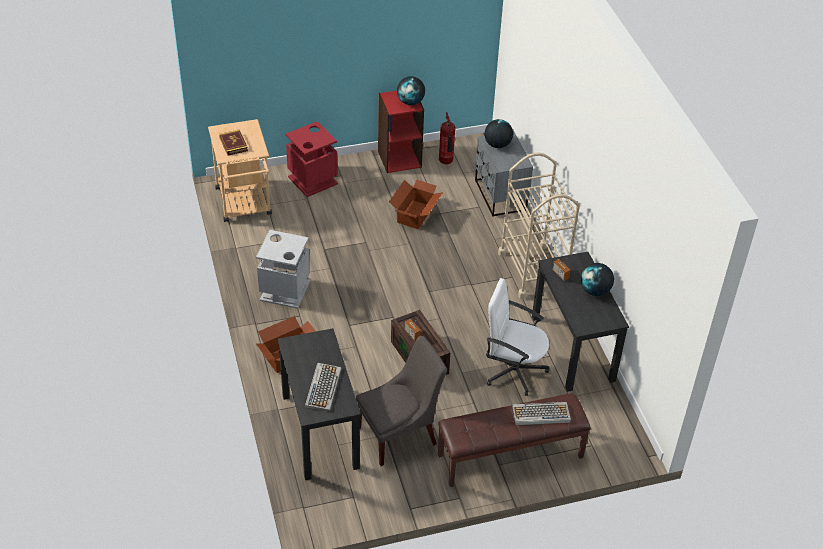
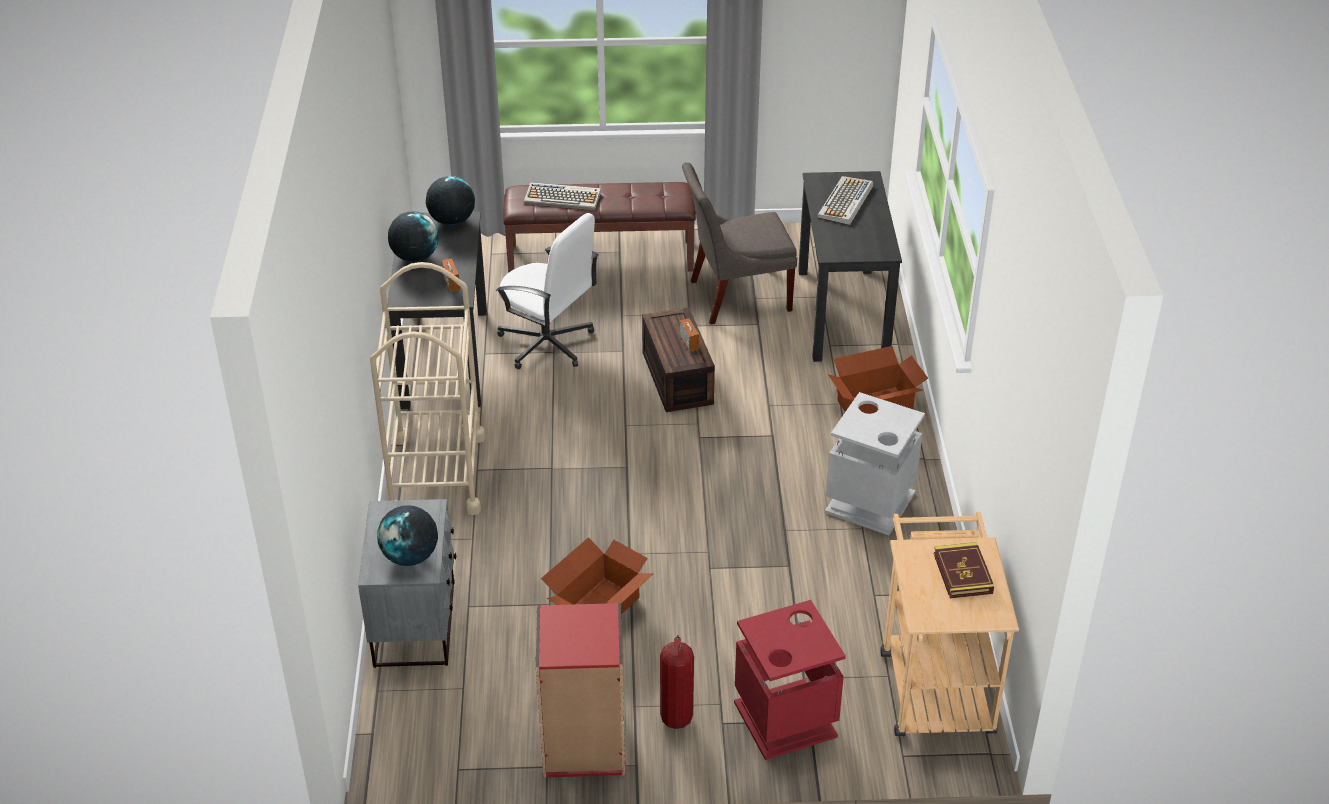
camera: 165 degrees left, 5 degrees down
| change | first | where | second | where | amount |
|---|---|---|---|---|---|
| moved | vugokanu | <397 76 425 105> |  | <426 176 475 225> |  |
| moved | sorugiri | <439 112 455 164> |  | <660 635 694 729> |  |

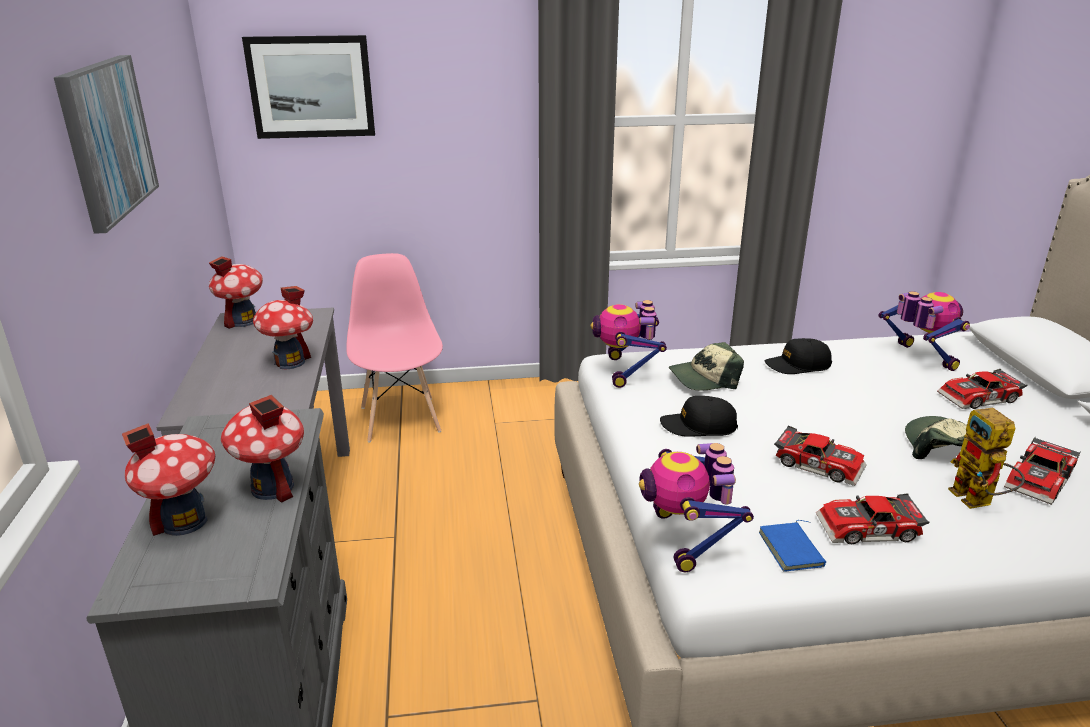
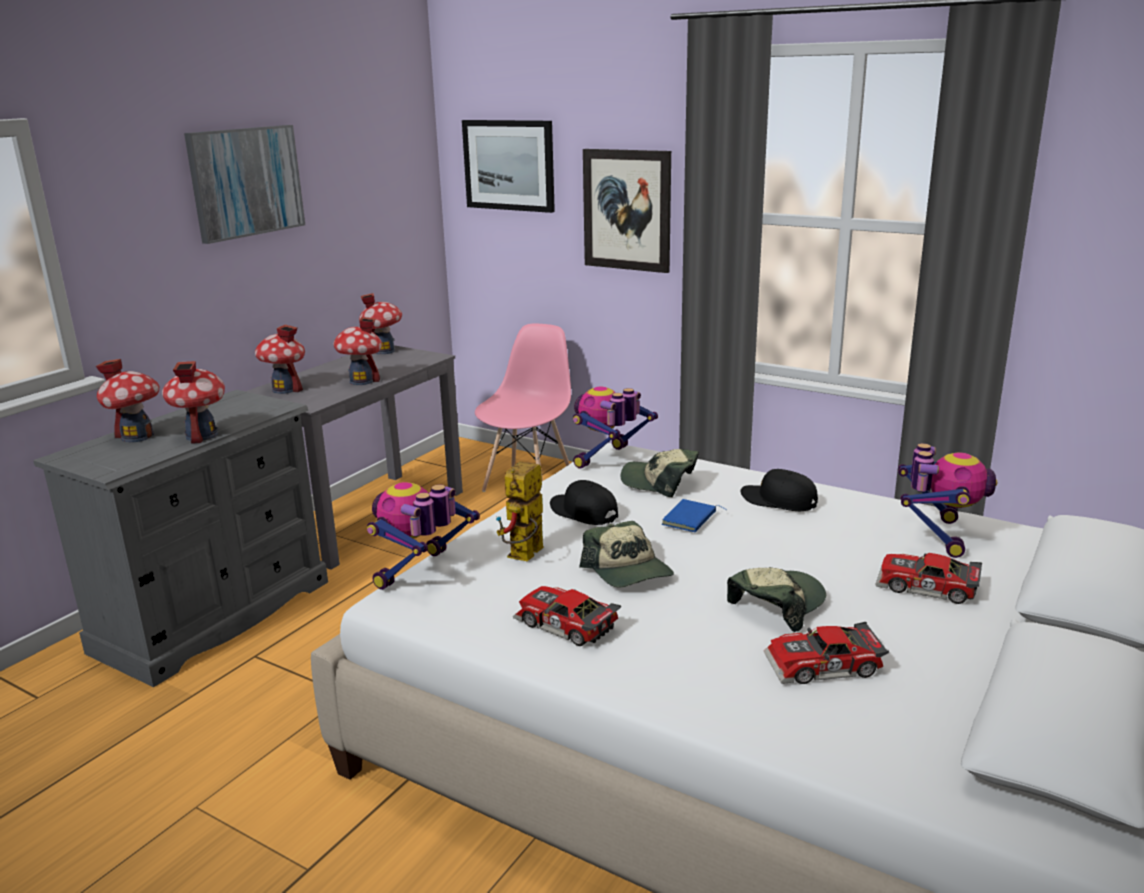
camera: 40 degrees right, 5 degrees down
| change | first | where | second | where | amount |
|---|---|---|---|---|---|
| added |  |  | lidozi | <255 325 305 394> |  |
| moved | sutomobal | <948 408 1025 509> |  | <496 461 544 561> |  |
| replaced | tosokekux | <774 425 867 486> | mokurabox | <579 521 674 587> |  |
| added |  |  | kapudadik | <583 149 671 273> |  |
| moved | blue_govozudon | <759 520 826 572> |  | <662 499 726 532> |  |

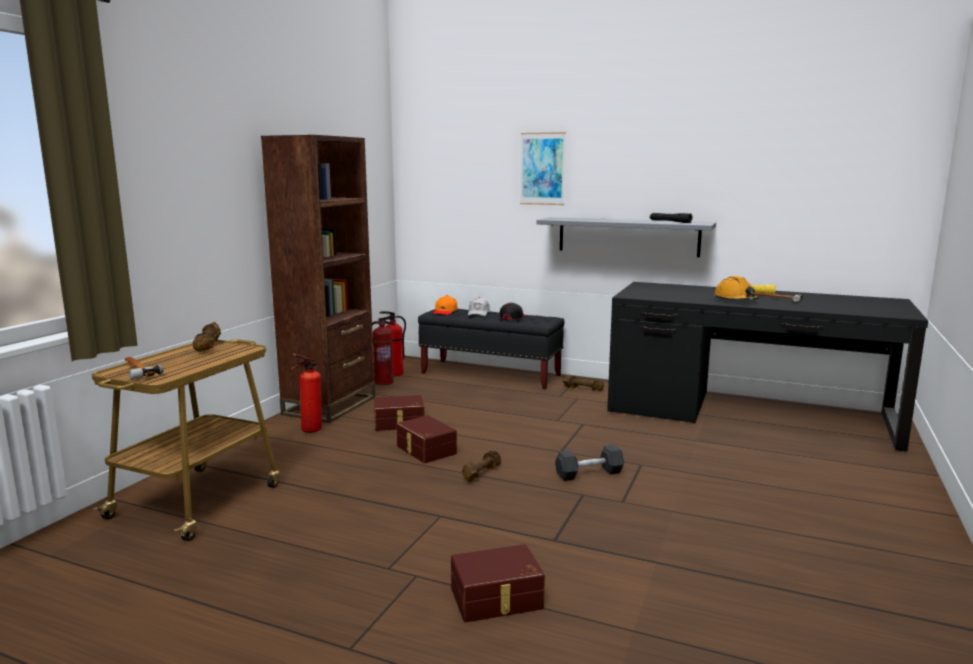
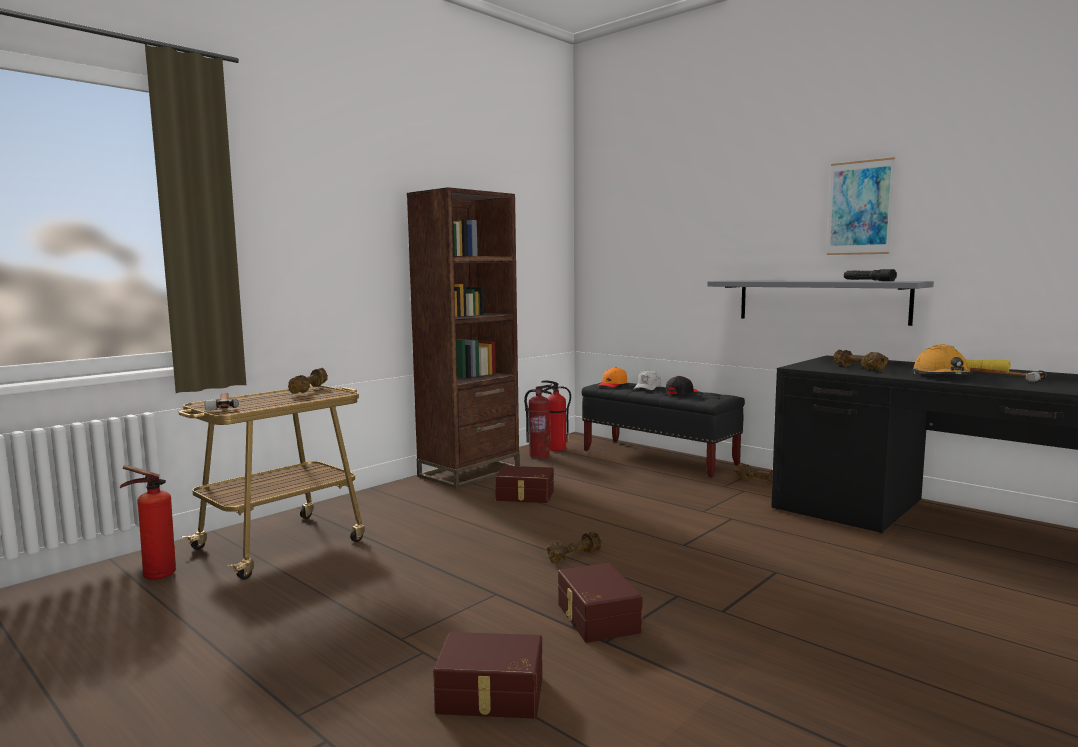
camera: 20 degrees right, 5 degrees down
| change | first | where | second | where | amount |
|---|---|---|---|---|---|
| moved | sorugiri | <290 353 322 433> |  | <120 465 176 580> |  |
| moved | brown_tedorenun | <396 415 457 463> |  | <558 563 643 643> |  |
| moved | kapudadik | <520 132 566 205> |  | <827 157 895 255> |  |
| added |  |  | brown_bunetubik | <833 349 888 371> |  |
| removed | grey_bunetubik | <555 445 624 481> |  |  |  |

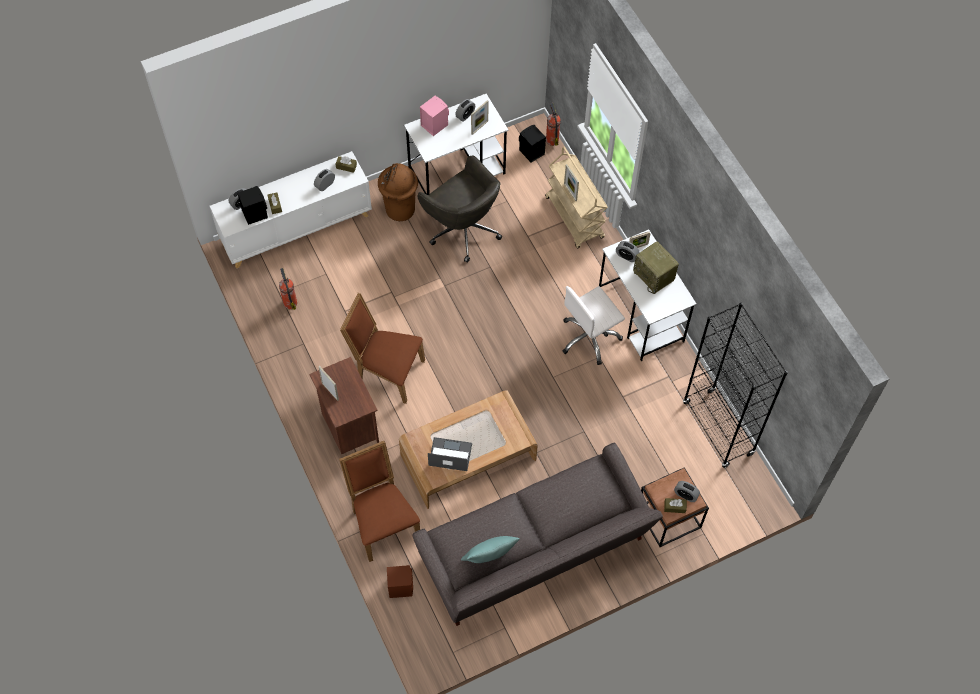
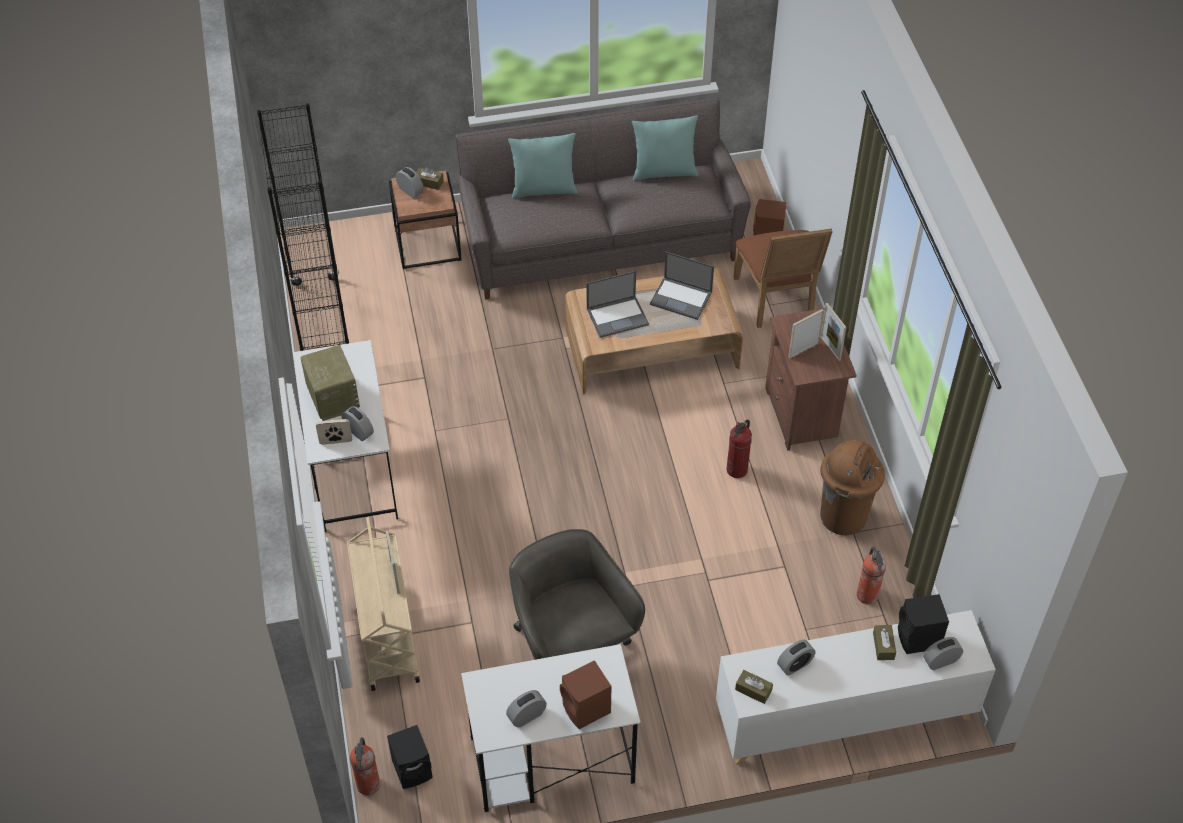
camera: 165 degrees left, 10 degrees down
| change | first | where | second | where | amount |
|---|---|---|---|---|---|
| added |  |  | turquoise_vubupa | <508 133 579 199> |  |
| recoloured | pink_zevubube | <420 96 449 136> | brown_zevubube | <560 660 611 729> |  |
| added |  |  | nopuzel | <587 271 649 338> |  |
| replaced | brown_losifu | <340 293 425 404> | sorugiri | <726 420 752 478> |  |
| moved | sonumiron | <471 100 489 135> |  | <788 309 824 359> |  |
| moved | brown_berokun | <378 163 418 221> |  | <820 440 885 535> |  |
| removed | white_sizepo | <563 286 625 365> |  |  |  |

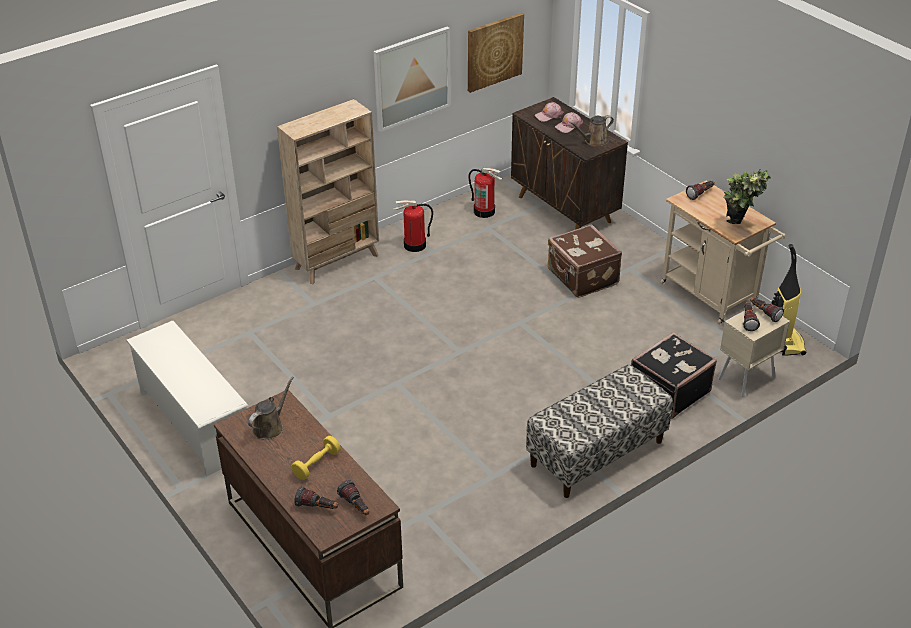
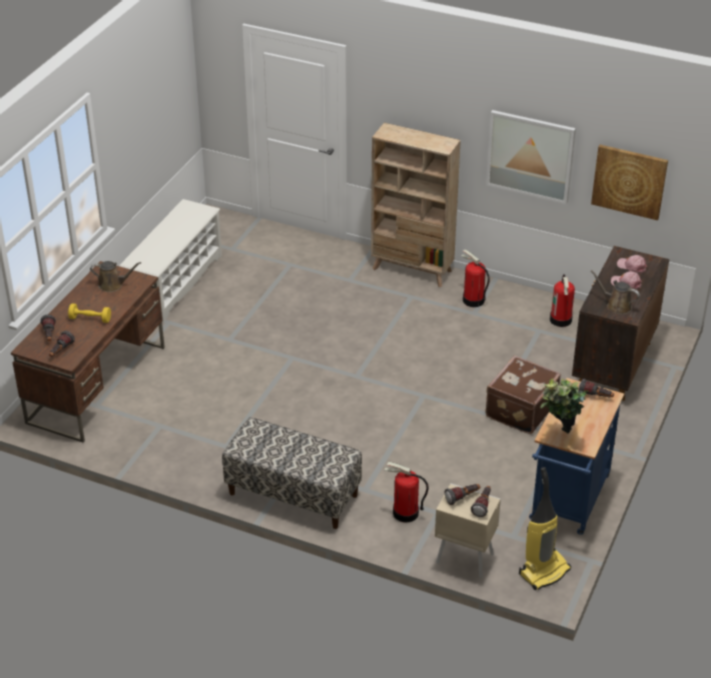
camera: 60 degrees right, 0 degrees up
| change | first | where | second | where | amount |
|---|---|---|---|---|---|
| replaced | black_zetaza | <631 332 717 419> | sorugiri | <384 462 429 522> |  |
| recoloured | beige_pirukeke | <660 181 785 325> | blue_pirukeke | <529 378 624 535> |  |

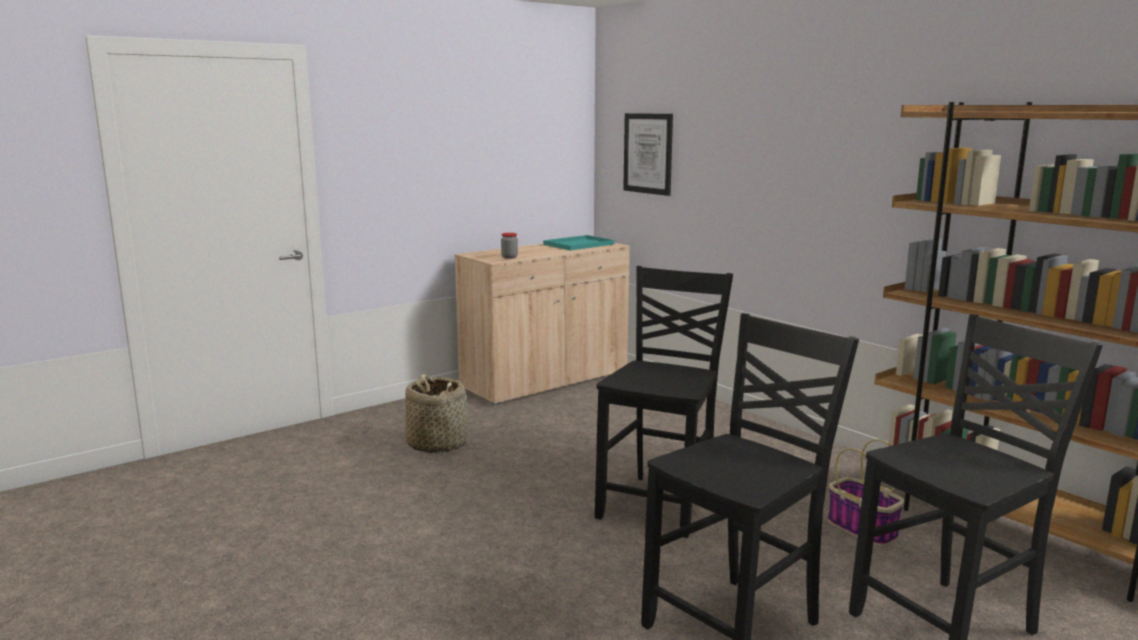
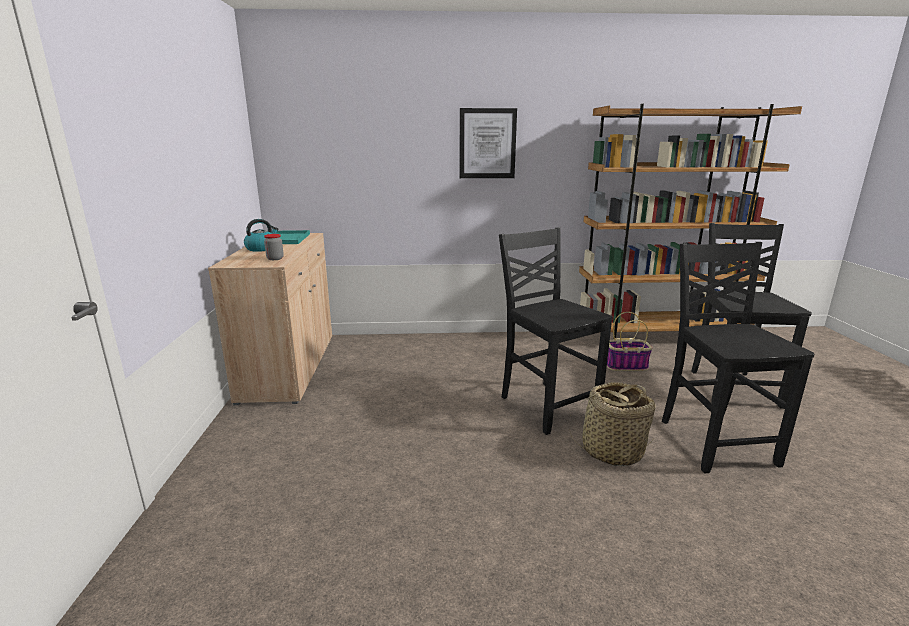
camera: 55 degrees left, 5 degrees up
| change | first | where | second | where | amount |
|---|---|---|---|---|---|
| added |  |  | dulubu | <244 219 278 252> |  |
| moved | kapudadik | <623 113 673 196> |  | <459 108 517 178> |  |
| moved | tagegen | <405 374 468 453> |  | <569 382 656 466> |  |

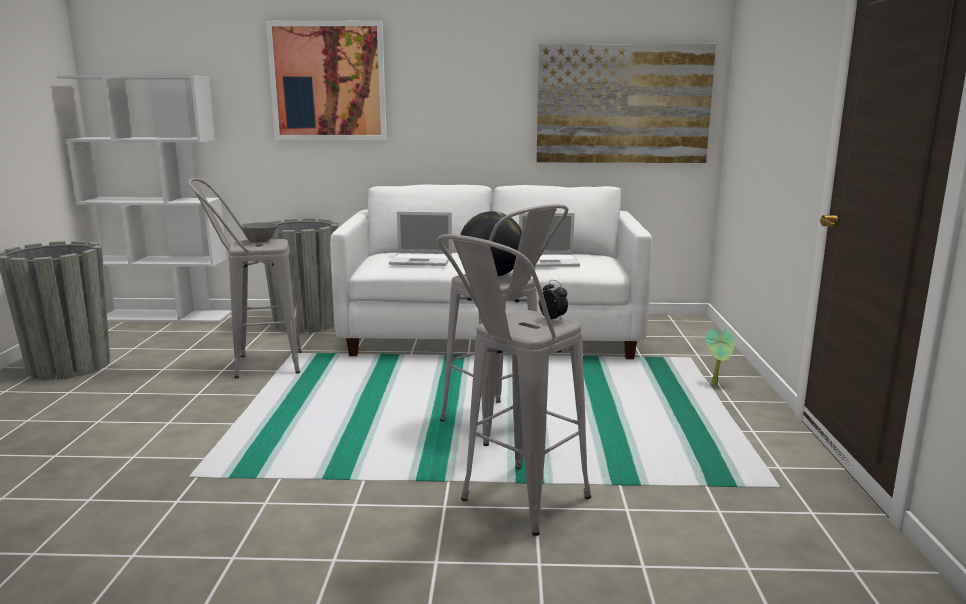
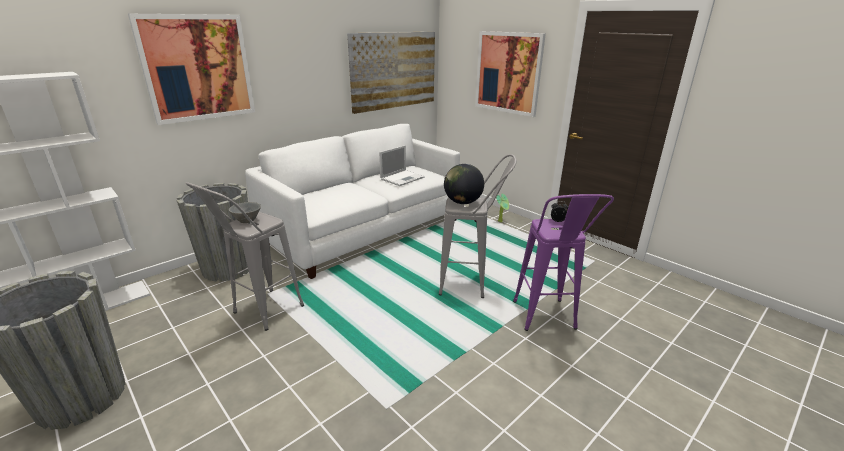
camera: 45 degrees left, 10 degrees up
| change | first | where | second | where | amount |
|---|---|---|---|---|---|
| added |  |  | kapudadik | <475 31 546 117> |  |
| recoloured | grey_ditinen | <437 234 591 536> | purple_ditinen | <513 194 614 331> |  |
| removed | nopuzel | <389 211 452 266> |  |  |  |

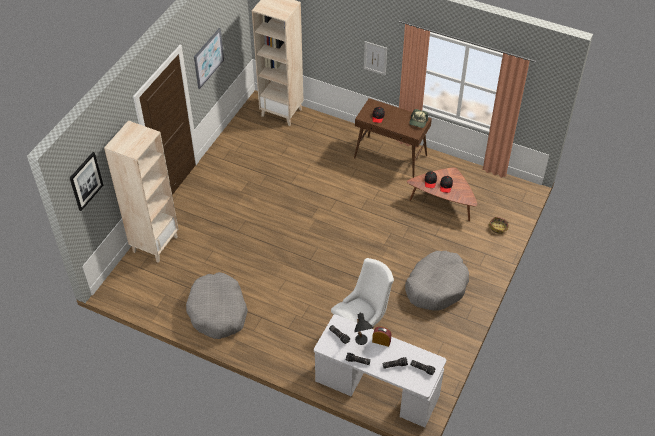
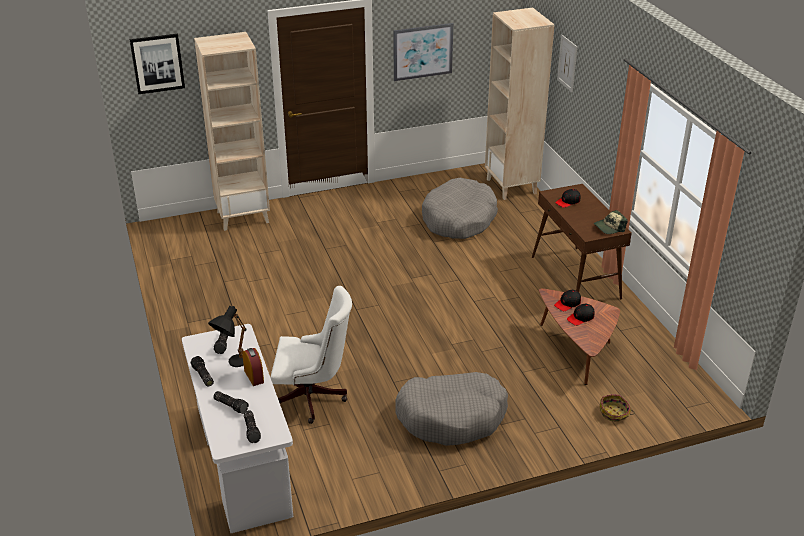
camera: 45 degrees right, 15 degrees down
| change | first | where | second | where | amount |
|---|---|---|---|---|---|
| moved | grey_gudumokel | <186 272 248 339> |  | <422 177 498 239> |  |
| moved | kapudadik | <364 41 387 75> |  | <557 35 577 92> |  |

